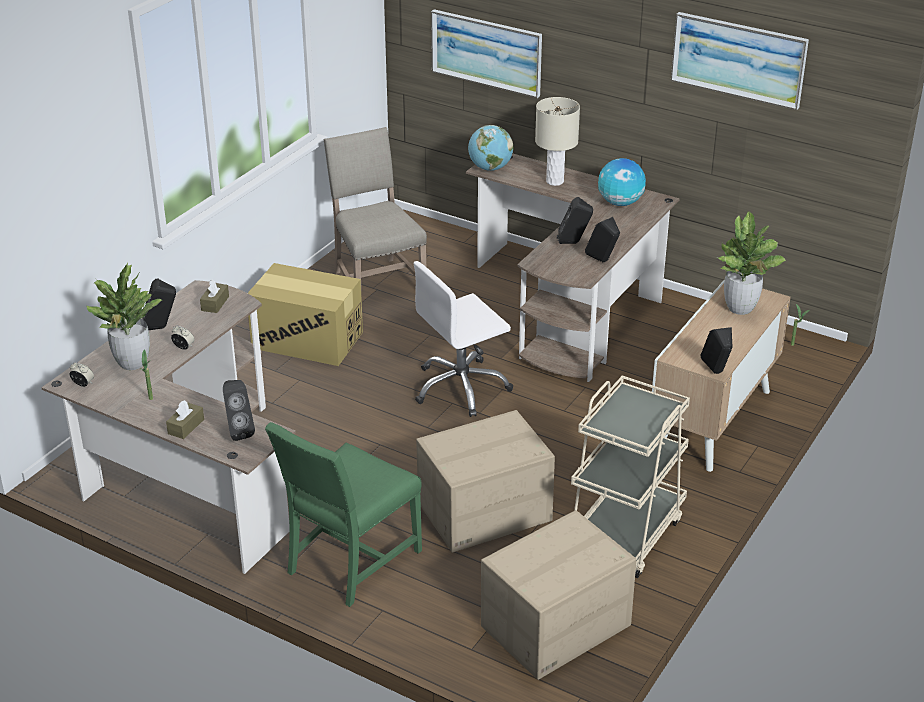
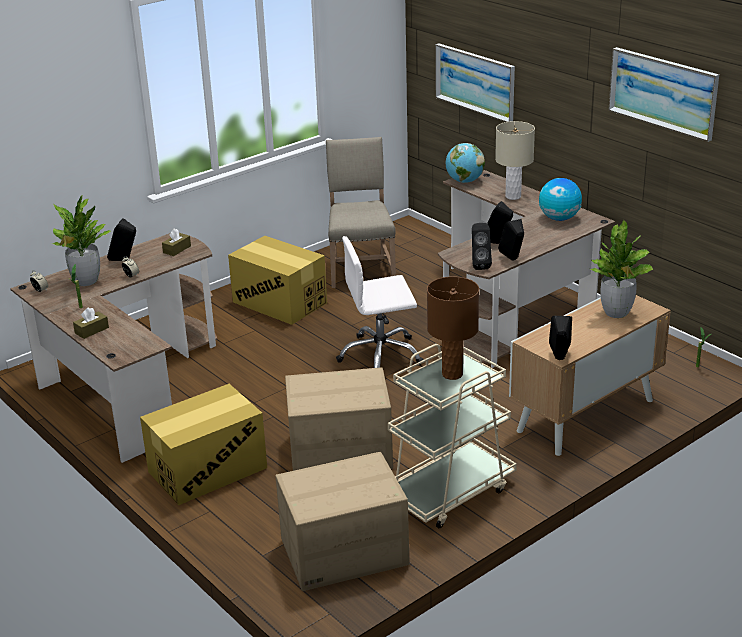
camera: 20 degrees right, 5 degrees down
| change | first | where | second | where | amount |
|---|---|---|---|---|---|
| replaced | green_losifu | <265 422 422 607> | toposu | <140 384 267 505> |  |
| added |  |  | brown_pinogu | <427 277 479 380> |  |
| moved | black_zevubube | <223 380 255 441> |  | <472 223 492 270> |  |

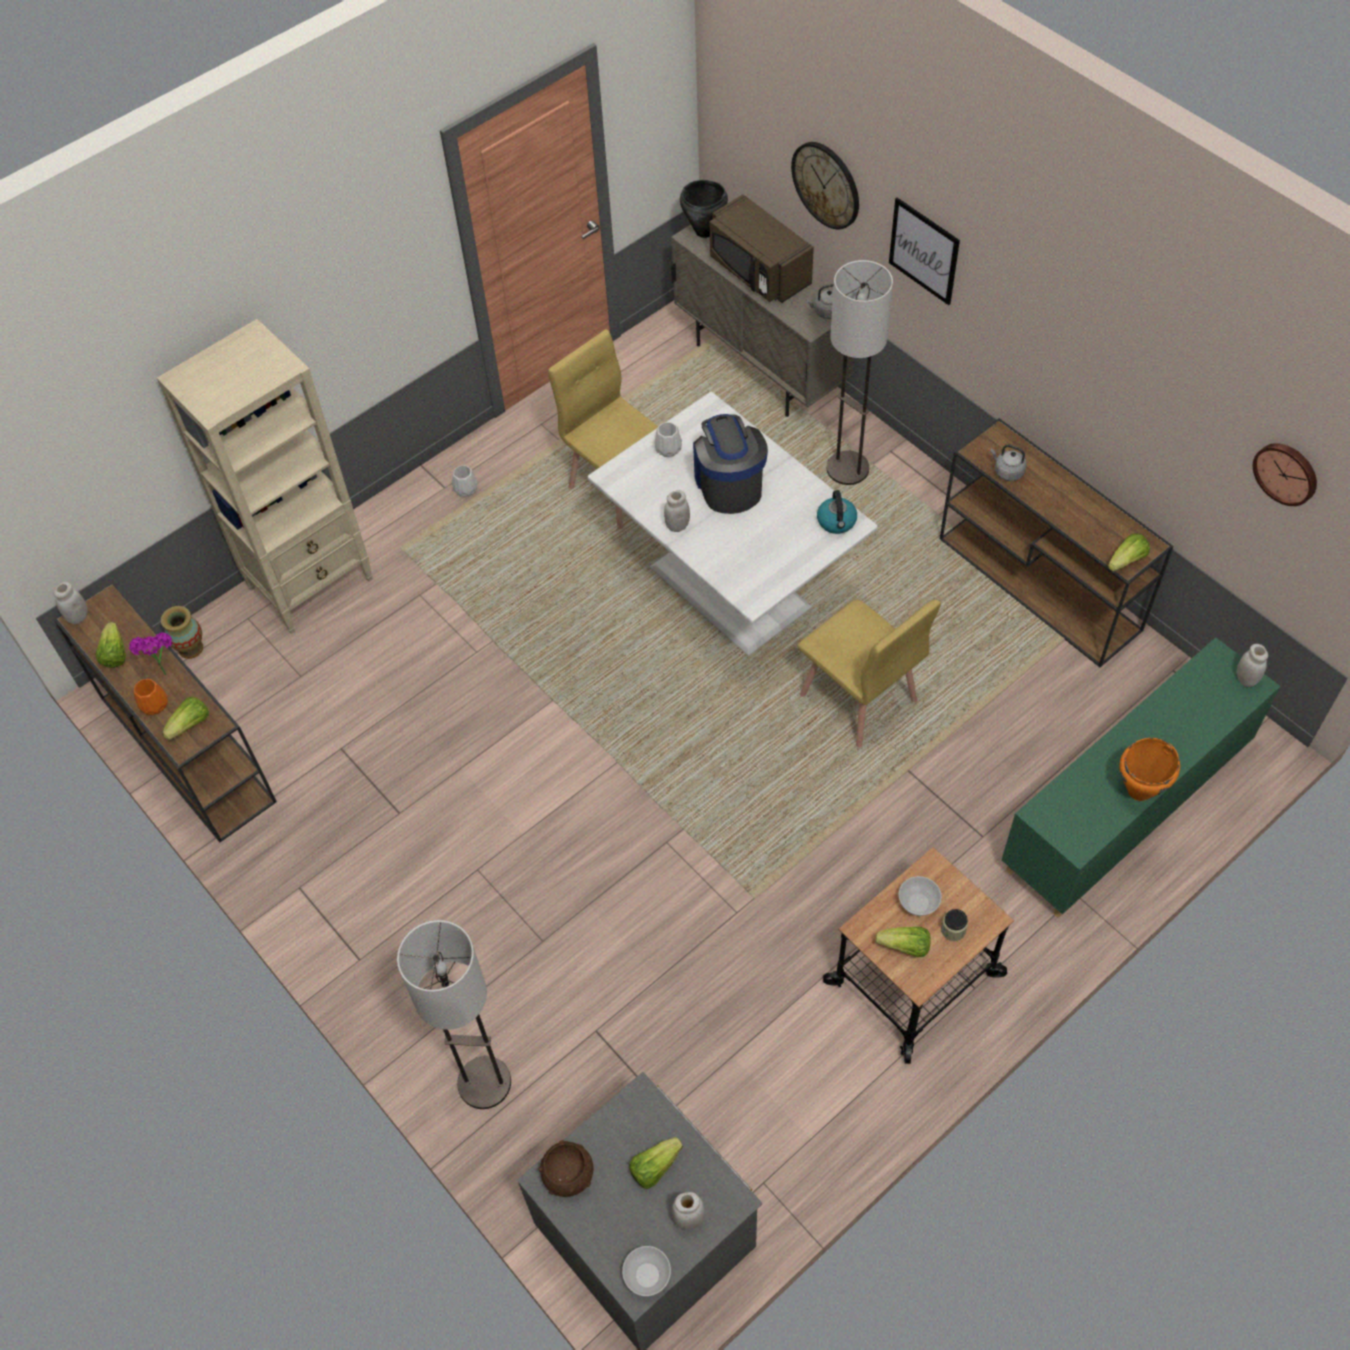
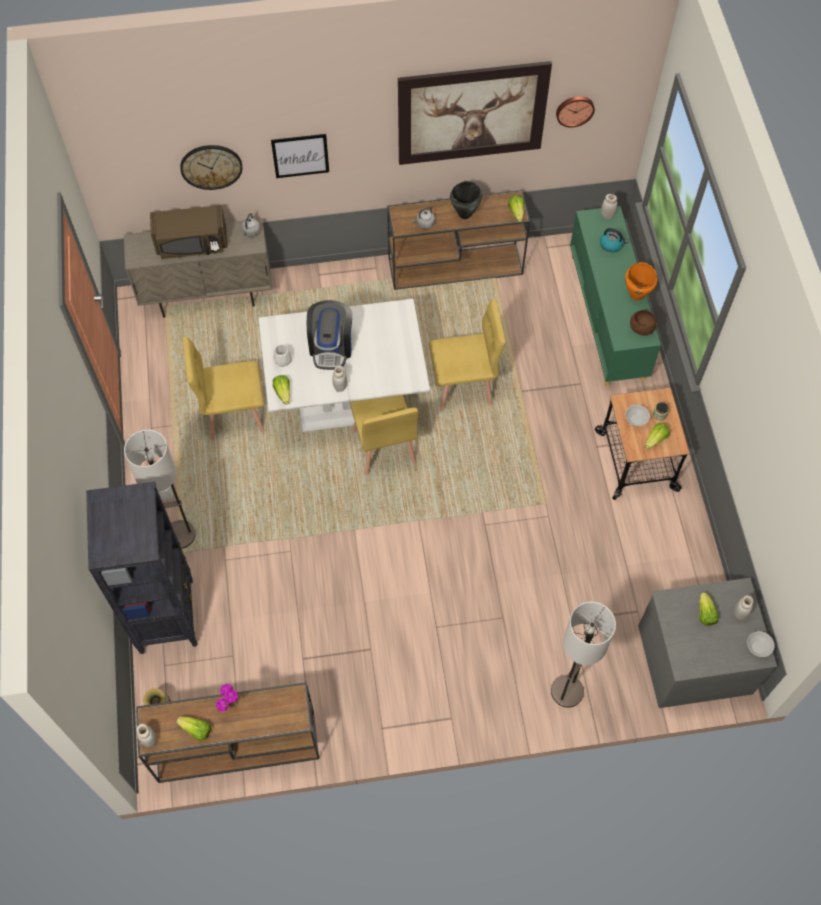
camera: 60 degrees left, 5 degrees up
| change | first | where | second | where | amount |
|---|---|---|---|---|---|
| recoloured | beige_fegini | <157 319 373 634> | black_fegini | <86 482 197 654> |  |
| moved | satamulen | <827 260 893 485> |  | <124 429 196 549> |  |
| moved | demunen | <162 697 209 740> |  | <273 375 290 404> |  |
| turned | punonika | <693 414 768 514> |  | <307 300 352 370> | 105 degrees counterclockwise |
| added |  |  | yellow_losifu | <350 395 418 475> |  |
| added |  |  | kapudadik | <398 61 552 165> |  |
| moved | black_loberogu | <680 180 728 238> |  | <450 181 482 219> |  |
| moved | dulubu | <817 490 857 534> |  | <600 228 628 252> |  |
| moved | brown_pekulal | <539 1140 594 1197> |  | <630 309 658 335> |  |
| removed | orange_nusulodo | <134 679 168 715> |  |  |  |

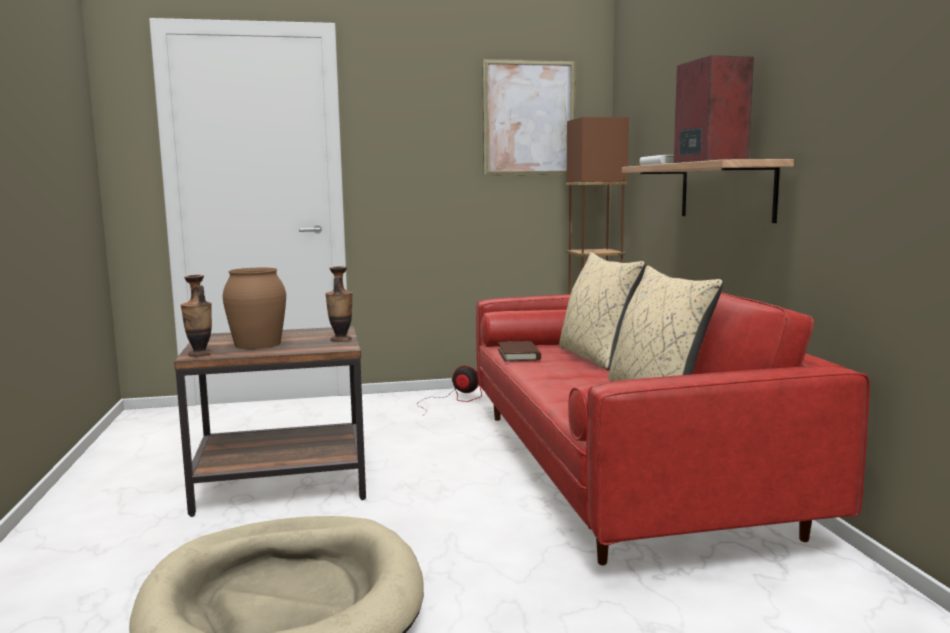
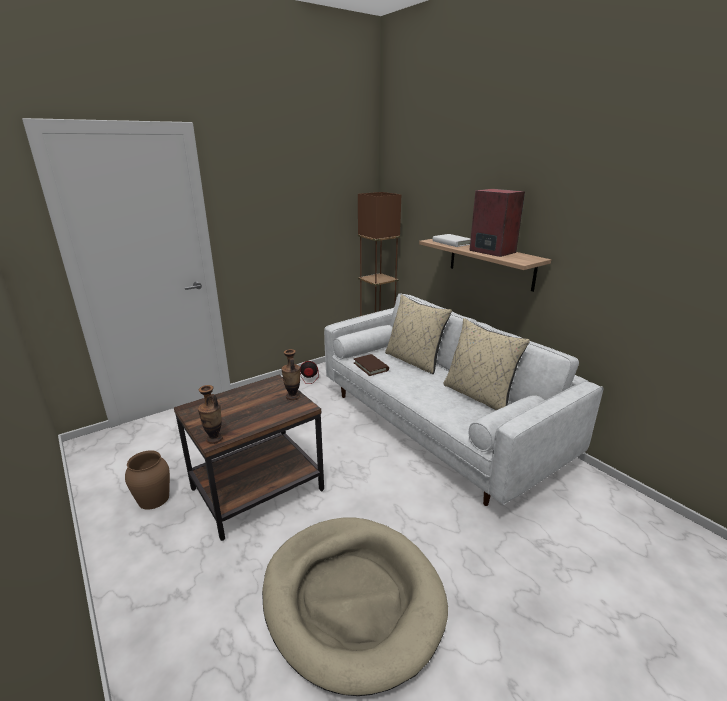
camera: 25 degrees left, 15 degrees up
| change | first | where | second | where | amount |
|---|---|---|---|---|---|
| moved | brown_nusulodo | <223 268 286 349> |  | <125 450 170 510> |  |
| recoloured | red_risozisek | <476 293 870 565> | white_risozisek | <324 293 603 506> |  |
| removed | kapudadik | <482 59 575 176> |  |  |  |

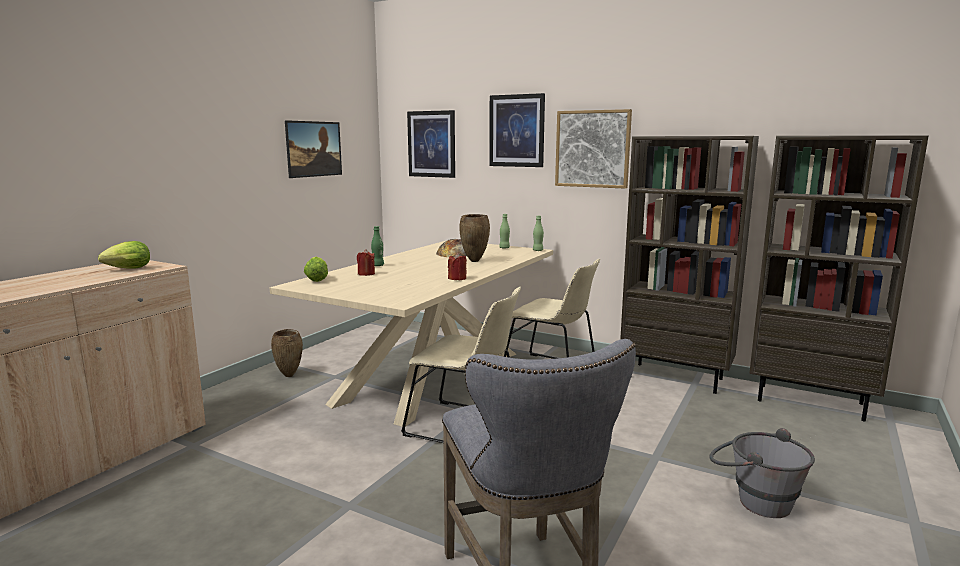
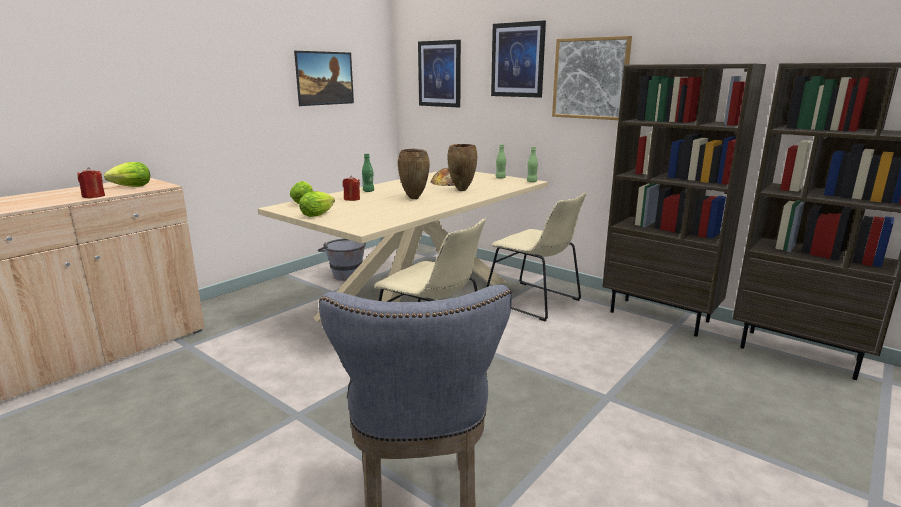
camera: 10 degrees right, 5 degrees up
| change | first | where | second | where | amount |
|---|---|---|---|---|---|
| moved | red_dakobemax | <448 253 467 280> |  | <77 167 105 198> |  |
| added |  |  | demunen | <299 191 335 217> |  |
| moved | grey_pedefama | <709 428 815 518> |  | <318 239 366 281> |  |
| moved | brown_nusulodo | <271 329 303 377> |  | <398 149 430 199> |  |

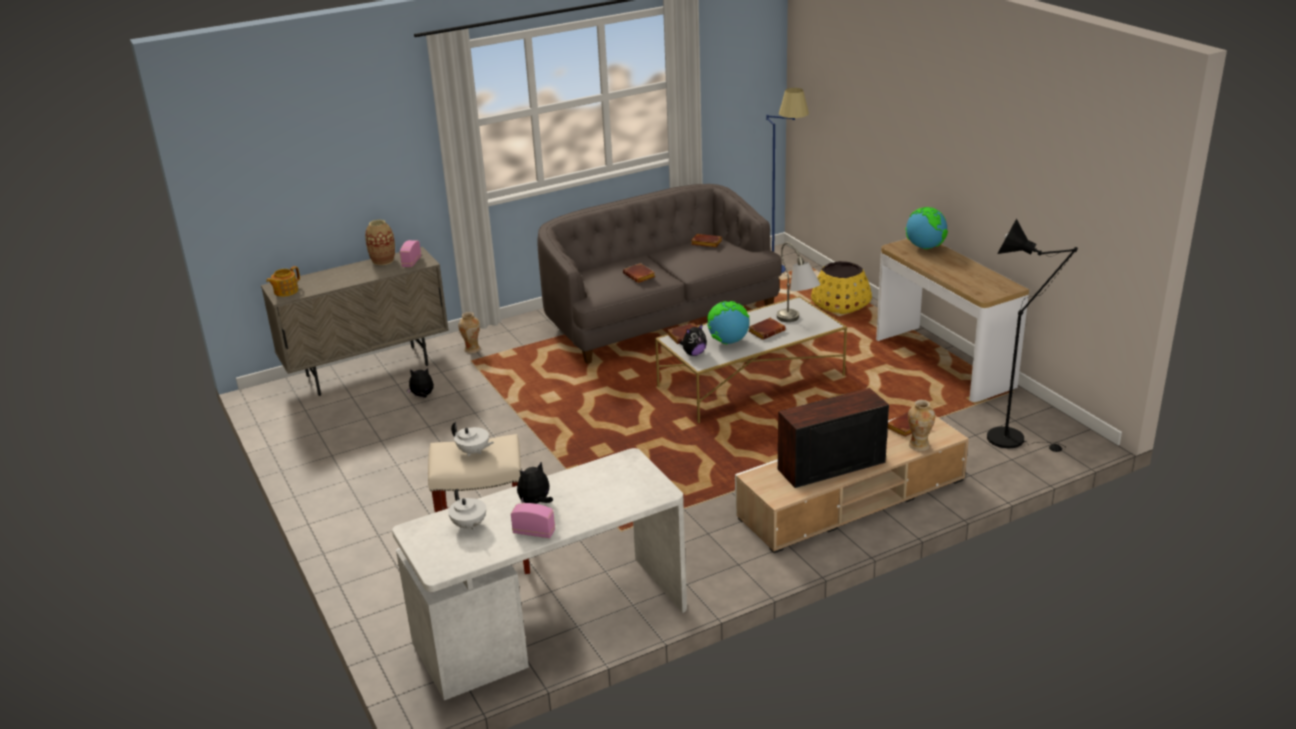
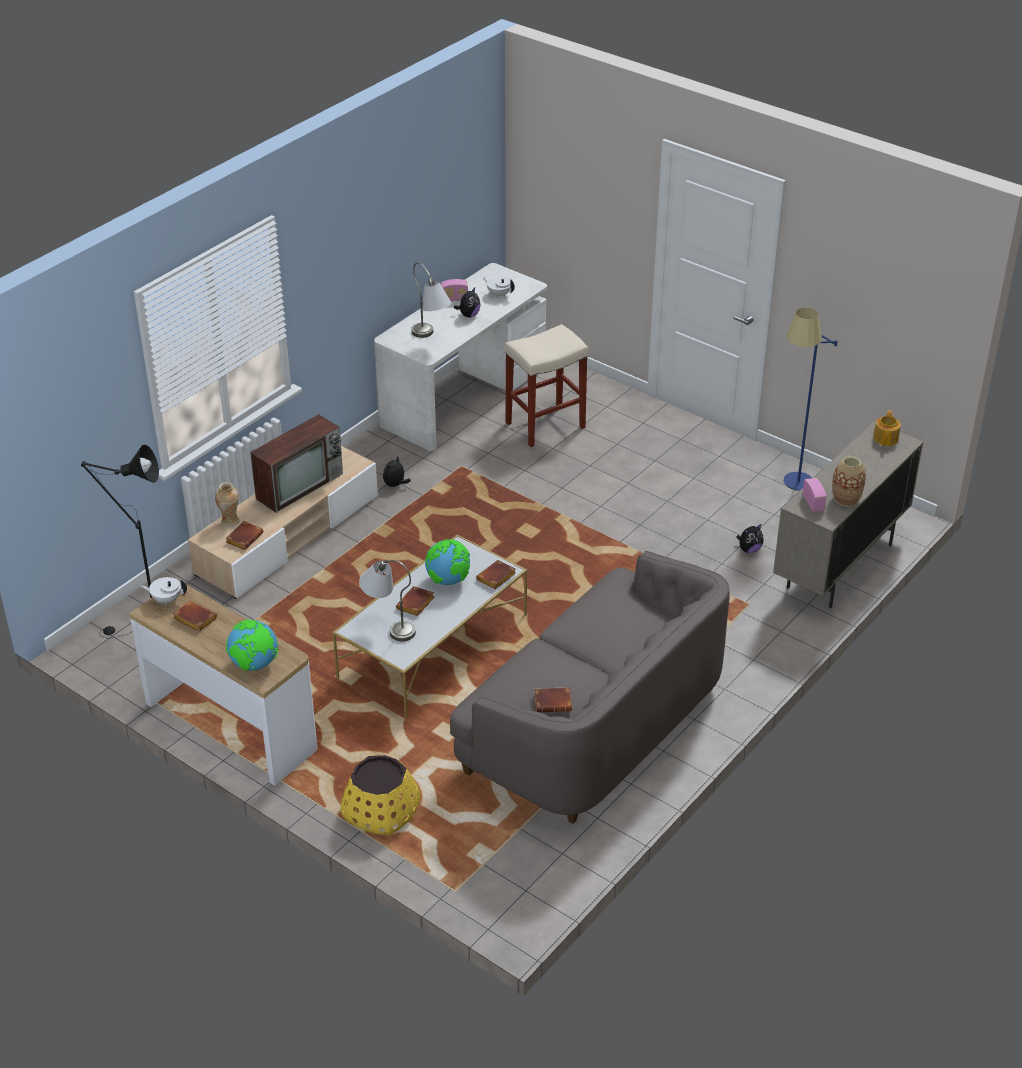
camera: 155 degrees right, 10 degrees up
| change | first | where | second | where | amount |
|---|---|---|---|---|---|
| moved | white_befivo | <451 422 494 456> |  | <141 577 187 605> |  |
| moved | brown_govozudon | <623 263 656 283> |  | <173 601 217 632> |  |
| moved | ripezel | <680 323 707 356> |  | <383 456 411 487> |  |
| added |  |  | grey_pinogu | <412 262 451 338> |  |
| moved | blue_satamulen | <766 88 809 273> |  | <784 308 837 490> |  |
| removed | nusulodo | <458 312 480 354> |  |  |  |

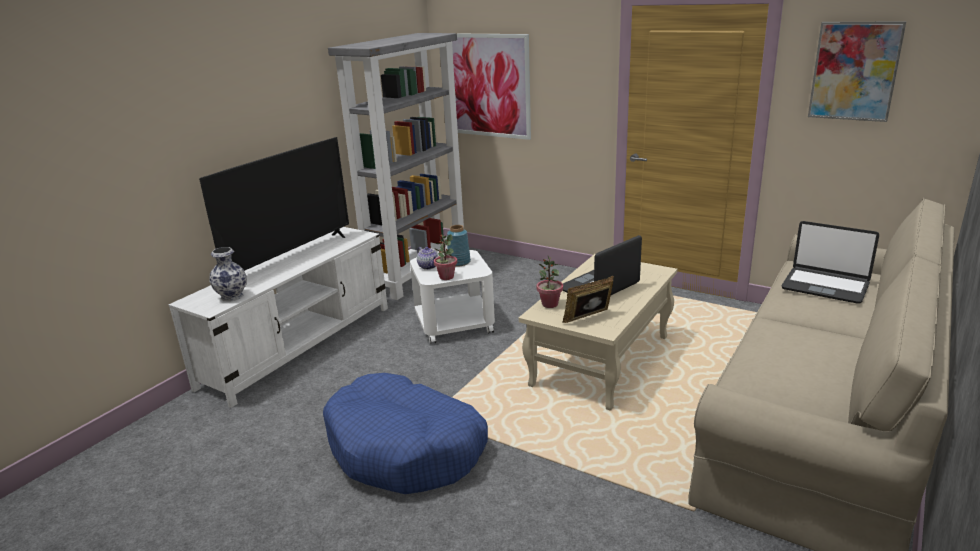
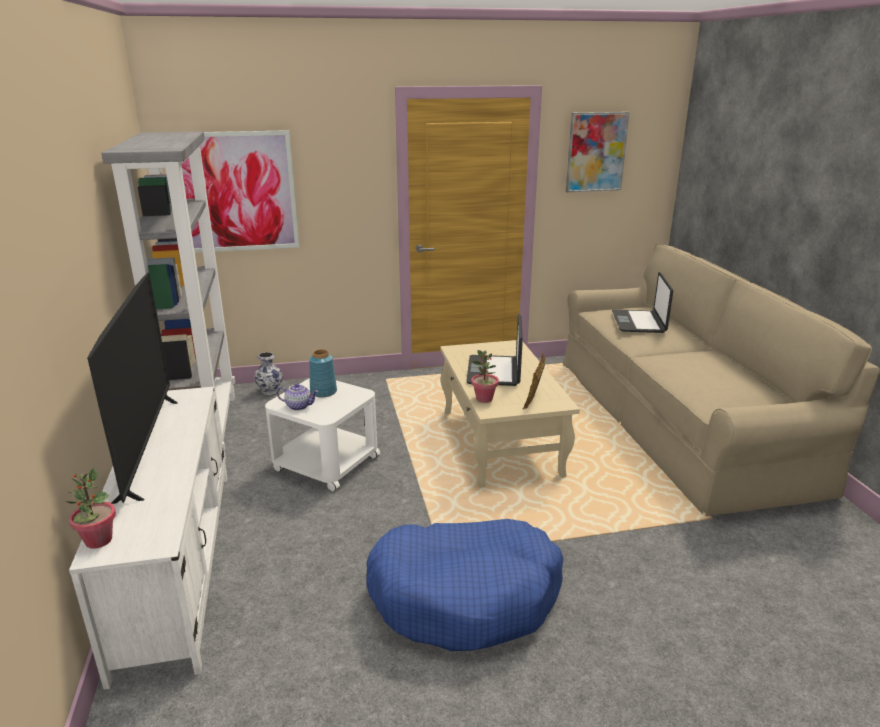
camera: 45 degrees left, 0 degrees up
| change | first | where | second | where | amount |
|---|---|---|---|---|---|
| moved | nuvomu | <434 234 457 280> |  | <65 468 116 549> |  |
| moved | nusulodo | <209 247 247 301> |  | <254 352 283 395> |  |
| turned | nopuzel | <781 221 879 304> |  | <612 272 673 333> | 105 degrees clockwise |

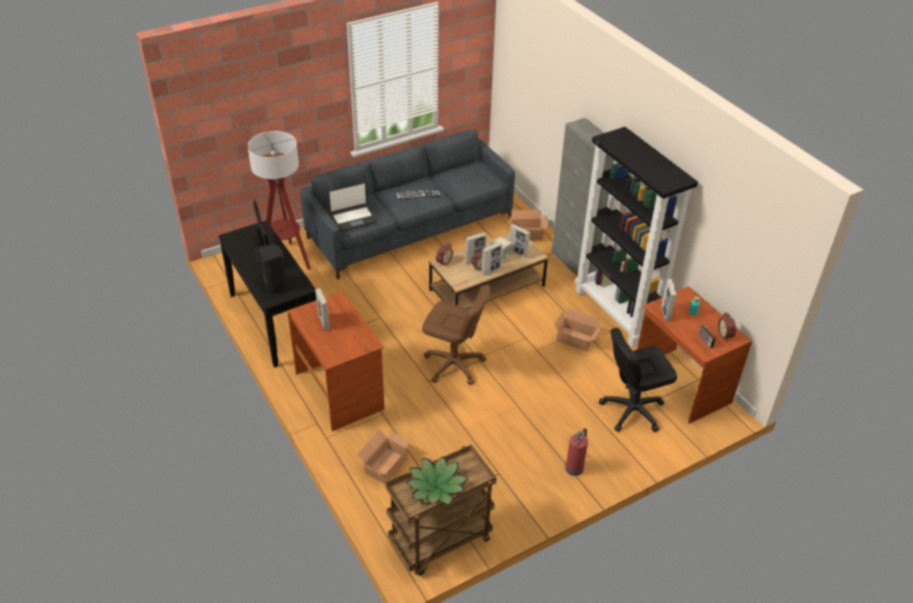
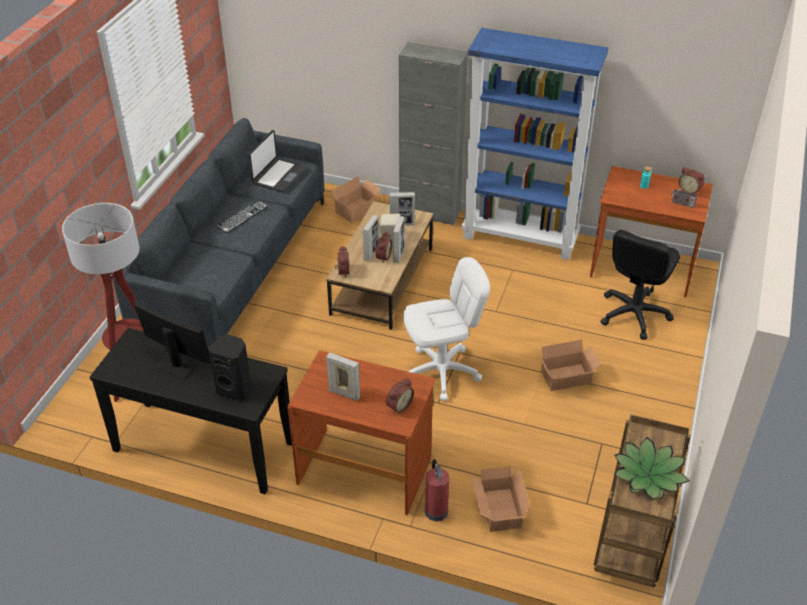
camera: 40 degrees left, 0 degrees up
| change | first | where | second | where | amount |
|---|---|---|---|---|---|
| moved | nopuzel | <328 182 377 231> |  | <249 130 306 192> |  |
| added |  |  | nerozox | <386 378 414 414> |  |
| recoloured | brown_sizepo | <422 285 492 385> | white_sizepo | <403 257 490 401> |  |
| moved | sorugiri | <565 428 588 476> |  | <425 459 449 521> |  |
| recoloured | black_fegini | <575 127 698 347> | blue_fegini | <462 28 608 260> |  |
| moved | toposu | <554 308 602 351> |  | <539 340 601 391> |  |
| removed | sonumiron | <661 279 677 321> |  |  |  |

